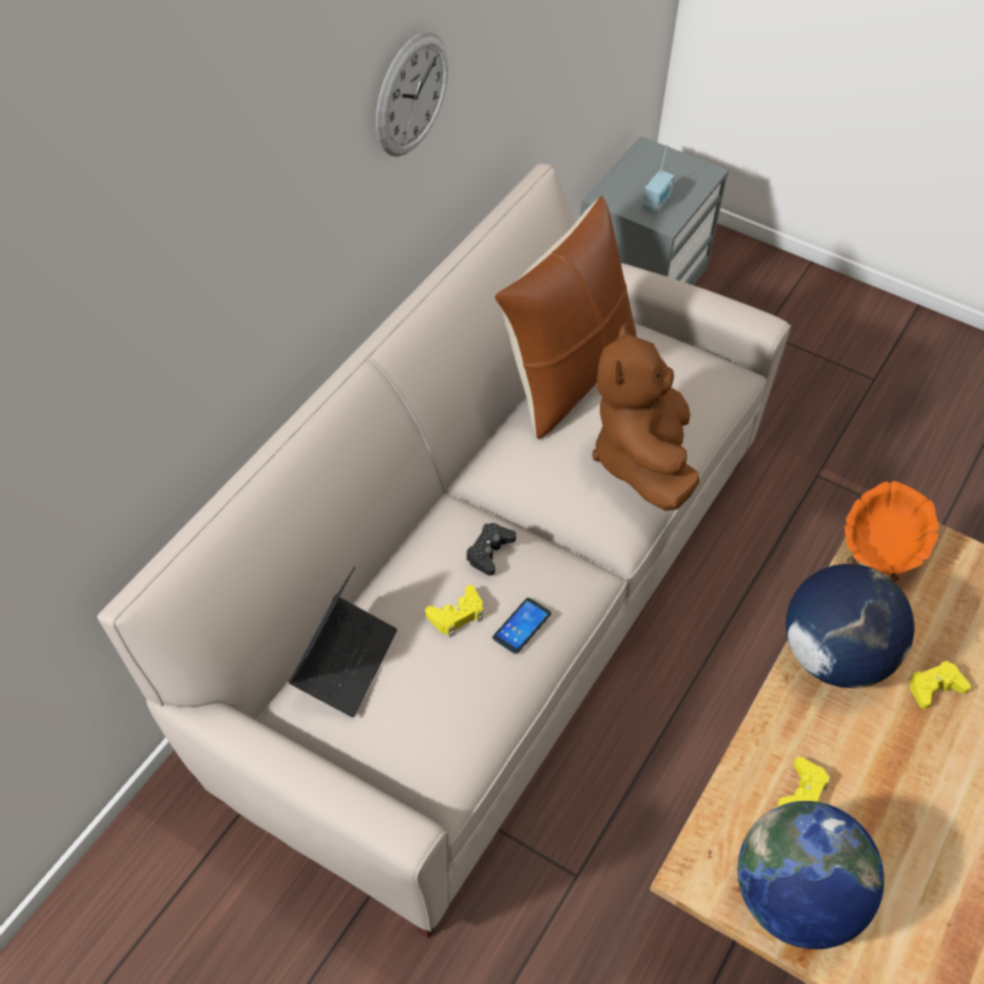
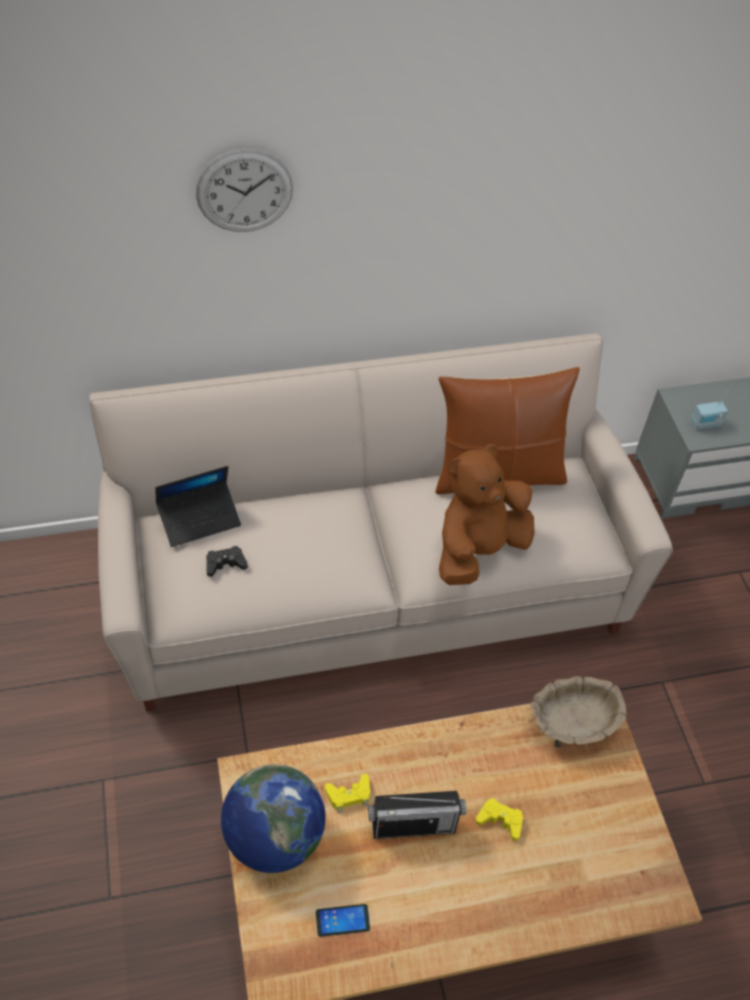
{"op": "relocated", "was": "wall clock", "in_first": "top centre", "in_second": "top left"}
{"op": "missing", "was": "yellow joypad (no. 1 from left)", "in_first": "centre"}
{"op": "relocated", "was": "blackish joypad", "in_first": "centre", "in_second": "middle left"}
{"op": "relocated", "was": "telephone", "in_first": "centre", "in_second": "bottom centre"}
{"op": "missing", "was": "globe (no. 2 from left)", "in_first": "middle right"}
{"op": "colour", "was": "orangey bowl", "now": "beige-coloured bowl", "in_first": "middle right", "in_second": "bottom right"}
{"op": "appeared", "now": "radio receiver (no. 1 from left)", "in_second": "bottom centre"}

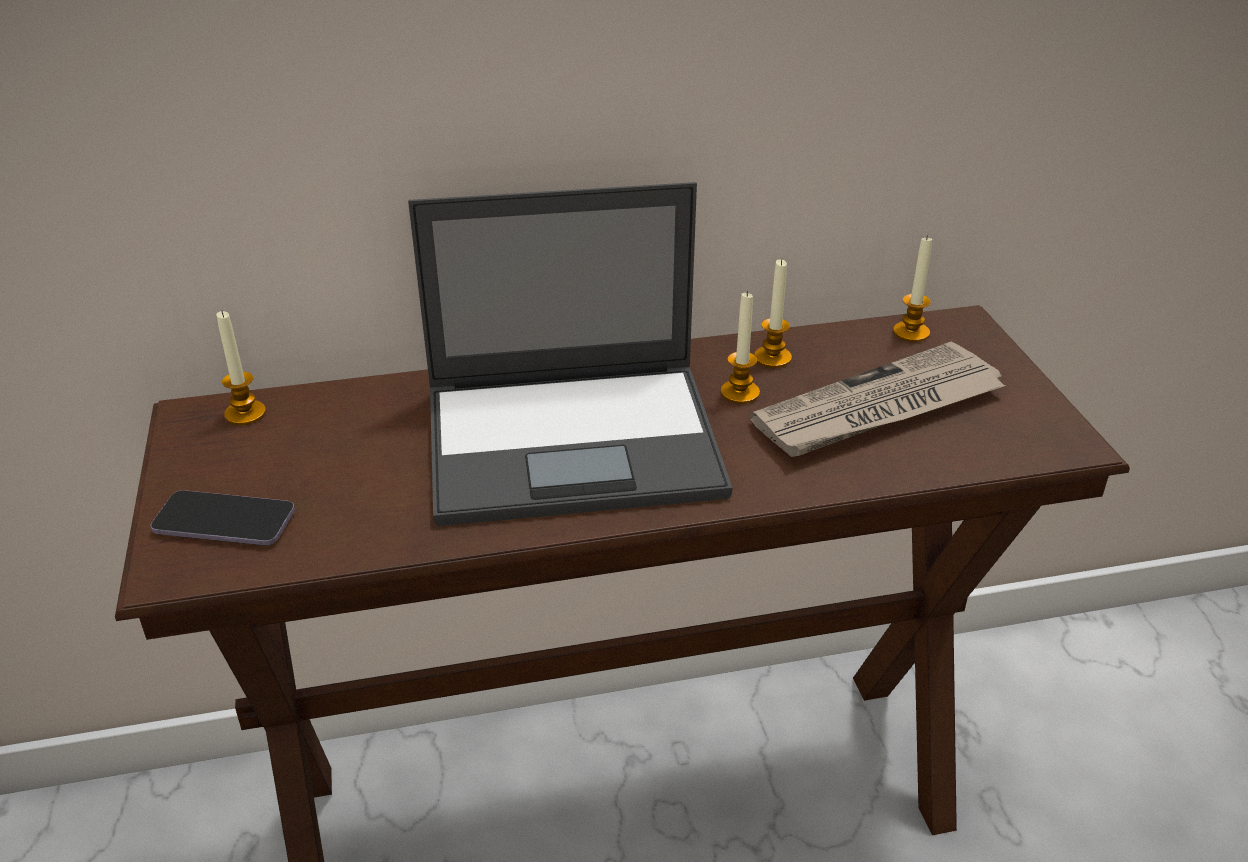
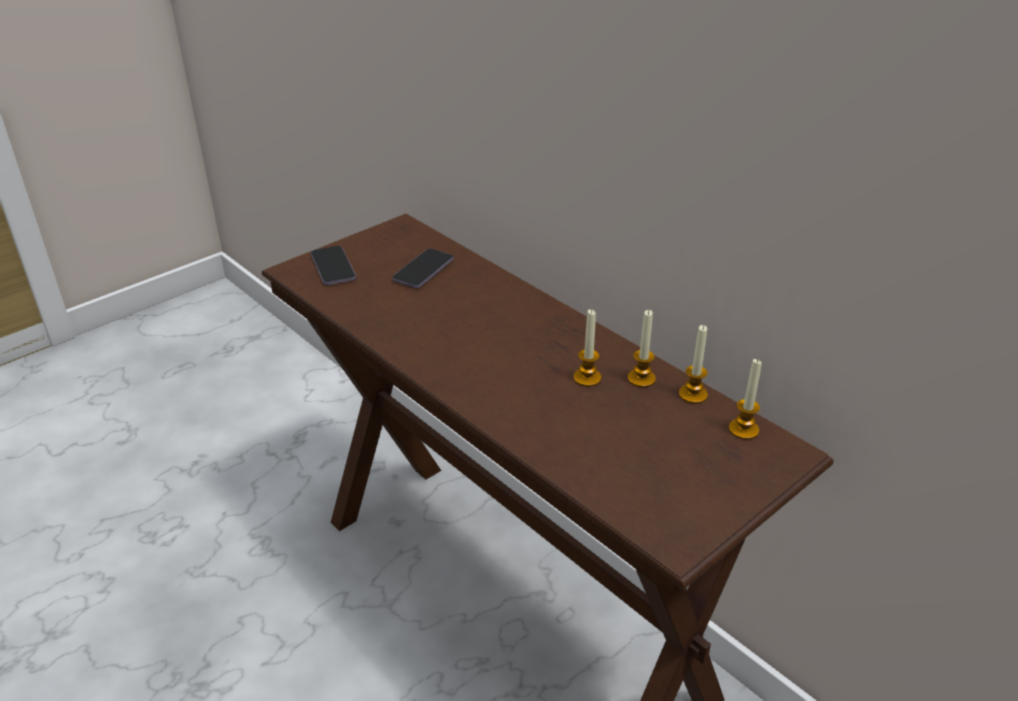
{"op": "relocated", "was": "wax light (no. 1 from left in the first image)", "now": "wax light (no. 3 from left)", "in_first": "middle left", "in_second": "middle right"}
{"op": "missing", "was": "notebook computer", "in_first": "centre"}
{"op": "missing", "was": "printed paper", "in_first": "middle right"}
{"op": "appeared", "now": "telephone (no. 2 from left)", "in_second": "centre"}

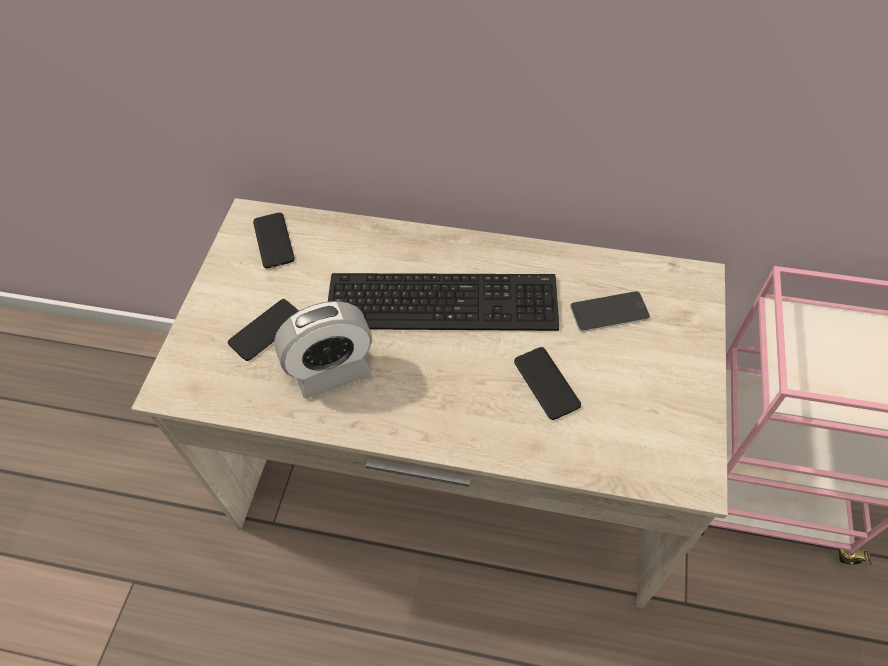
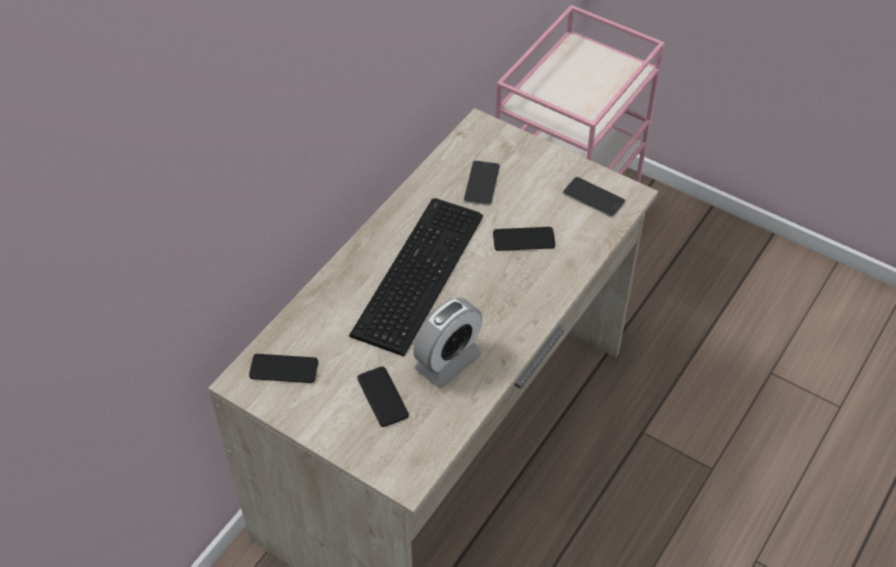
{"op": "spun", "was": "bedside clock", "in_first": "centre", "in_second": "centre", "clockwise": 45}
{"op": "appeared", "now": "telephone (no. 5 from left)", "in_second": "centre"}

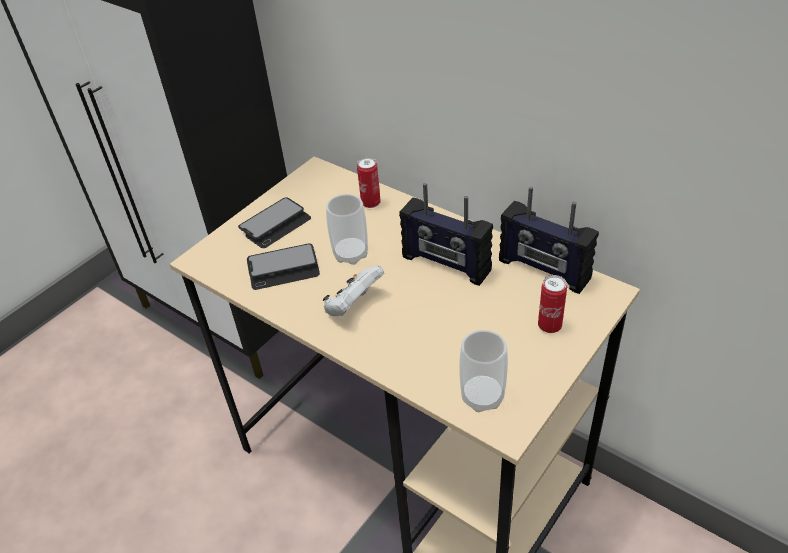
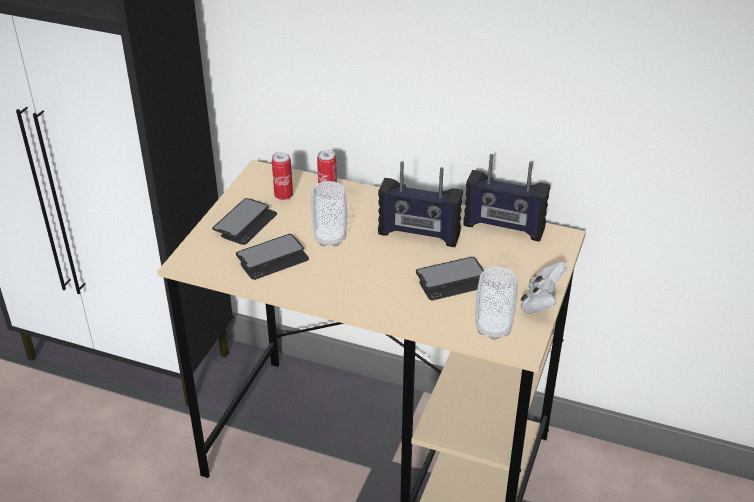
{"op": "relocated", "was": "white joypad", "in_first": "centre", "in_second": "middle right"}
{"op": "relocated", "was": "sealed can (no. 2 from left in the first image)", "now": "sealed can (no. 1 from left)", "in_first": "middle right", "in_second": "centre"}
{"op": "appeared", "now": "telephone (no. 3 from left)", "in_second": "centre"}

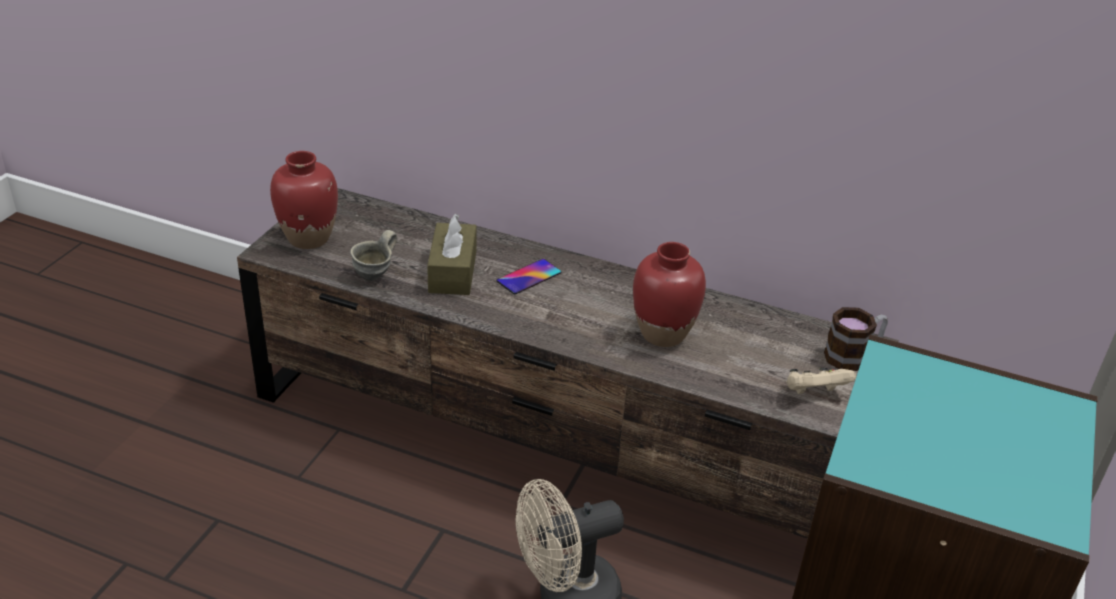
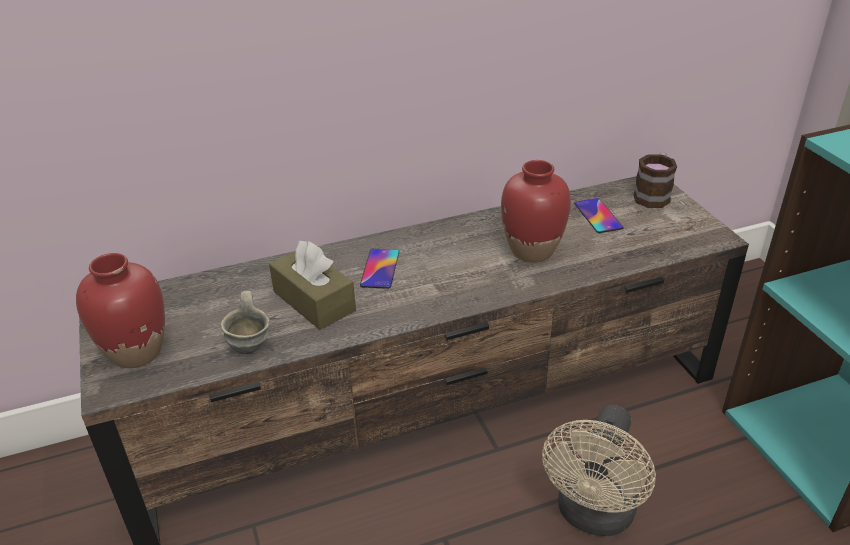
{"op": "missing", "was": "beige-coloured joypad", "in_first": "middle right"}
{"op": "appeared", "now": "telephone (no. 2 from left)", "in_second": "middle right"}

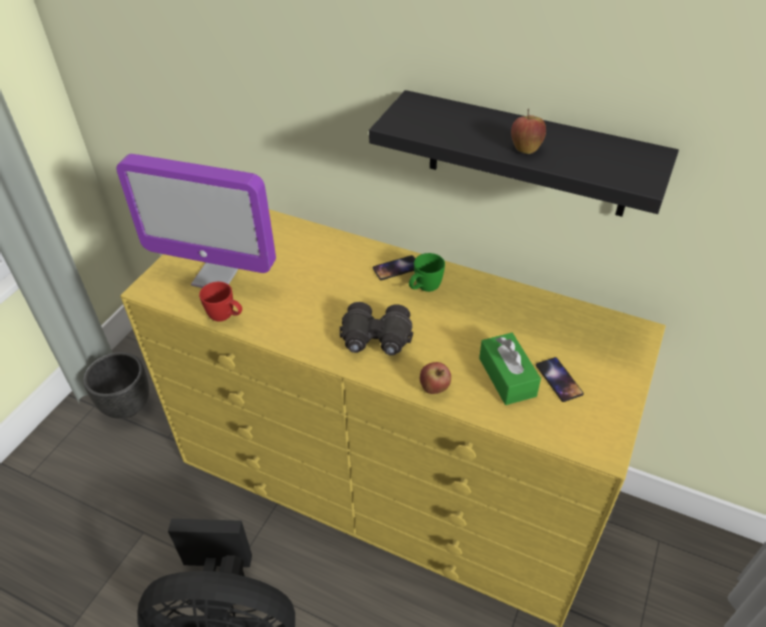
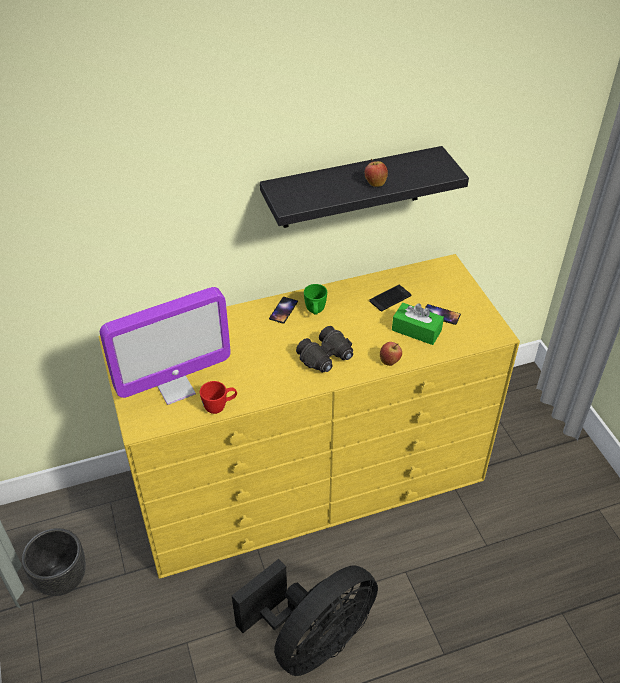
{"op": "appeared", "now": "telephone (no. 2 from left)", "in_second": "centre"}

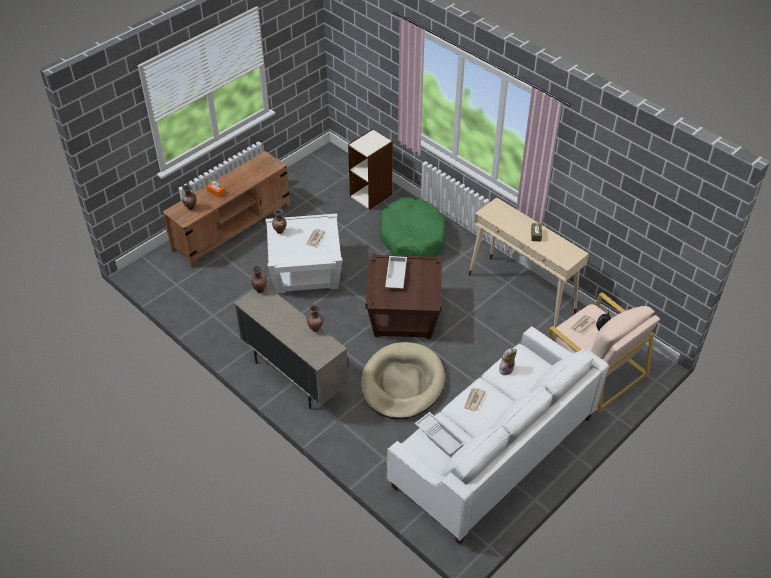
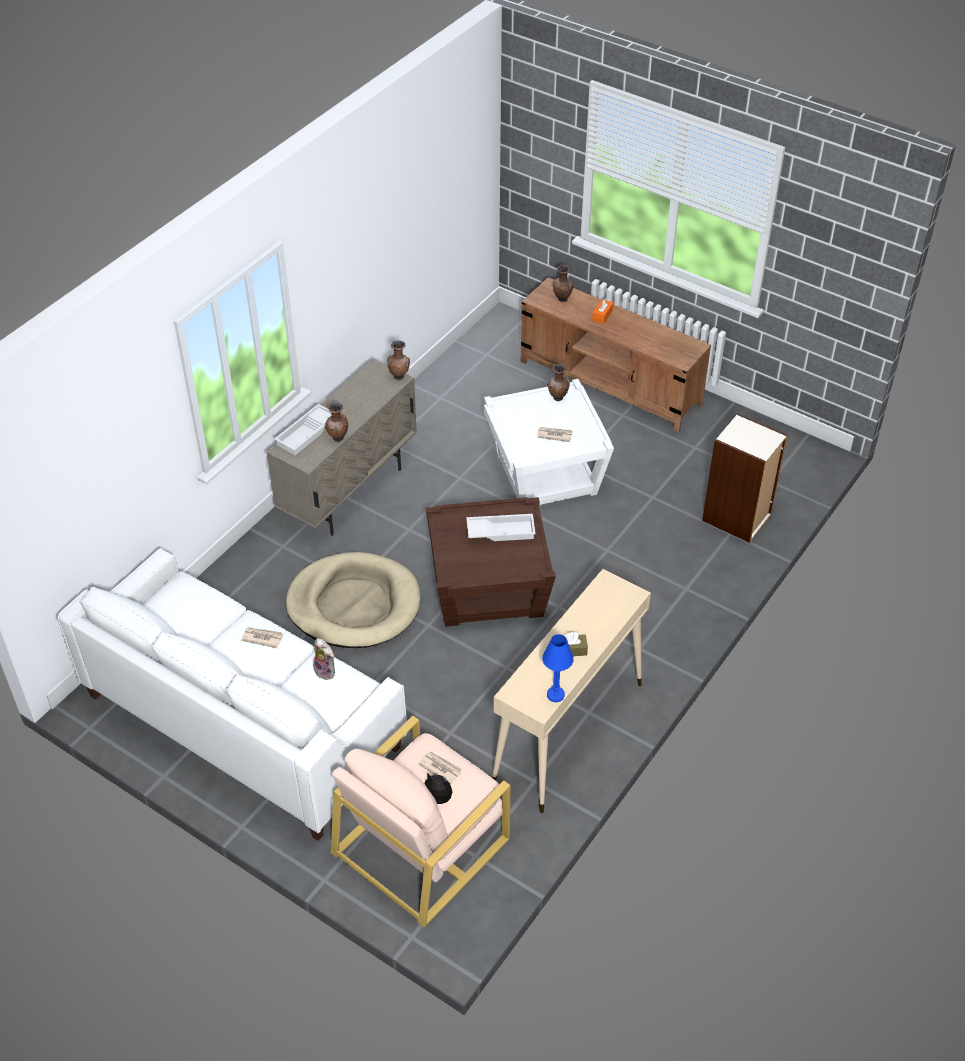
{"op": "missing", "was": "green pet bed", "in_first": "centre"}
{"op": "relocated", "was": "white serving tray (no. 2 from left in the first image)", "now": "white serving tray (no. 1 from left)", "in_first": "bottom centre", "in_second": "middle left"}
{"op": "appeared", "now": "blue-coloured table lamp", "in_second": "centre"}

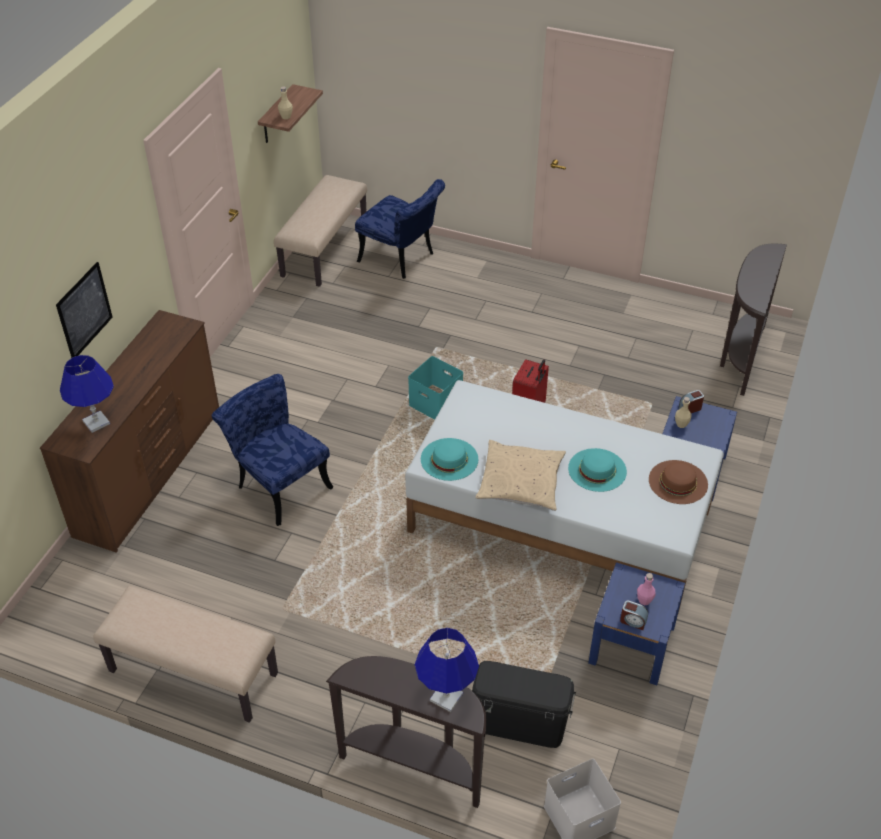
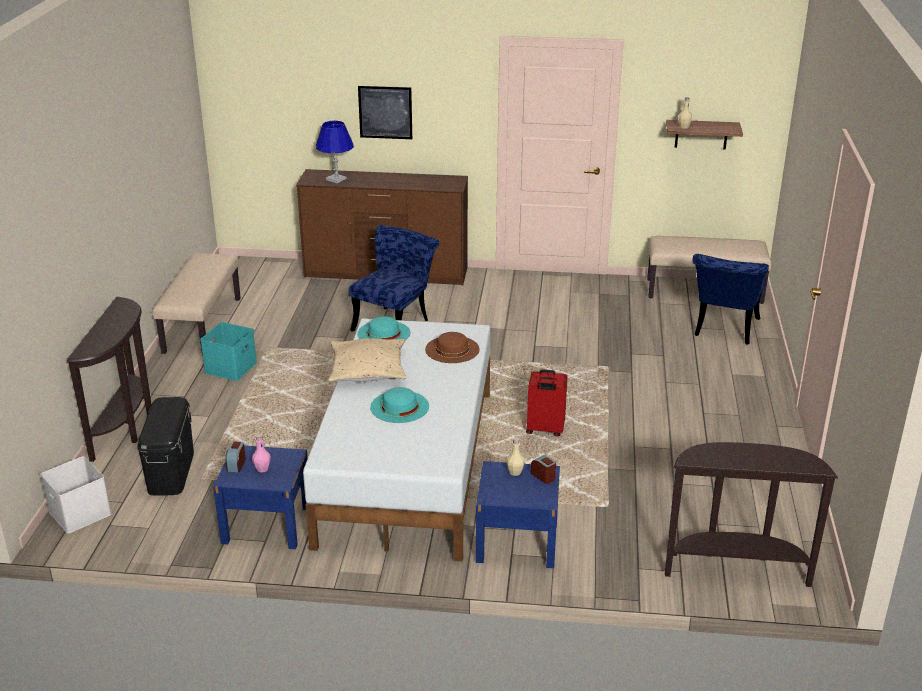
{"op": "relocated", "was": "blue-green storage box", "in_first": "centre", "in_second": "middle left"}
{"op": "missing", "was": "blue-coloured table lamp (no. 2 from left)", "in_first": "bottom centre"}
{"op": "relocated", "was": "brown wearable hat", "in_first": "middle right", "in_second": "centre"}

